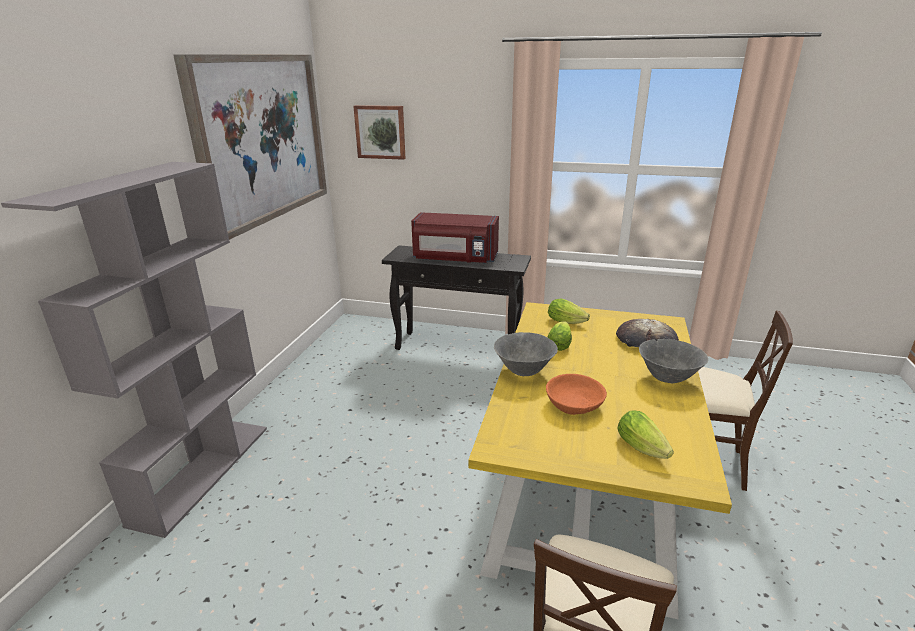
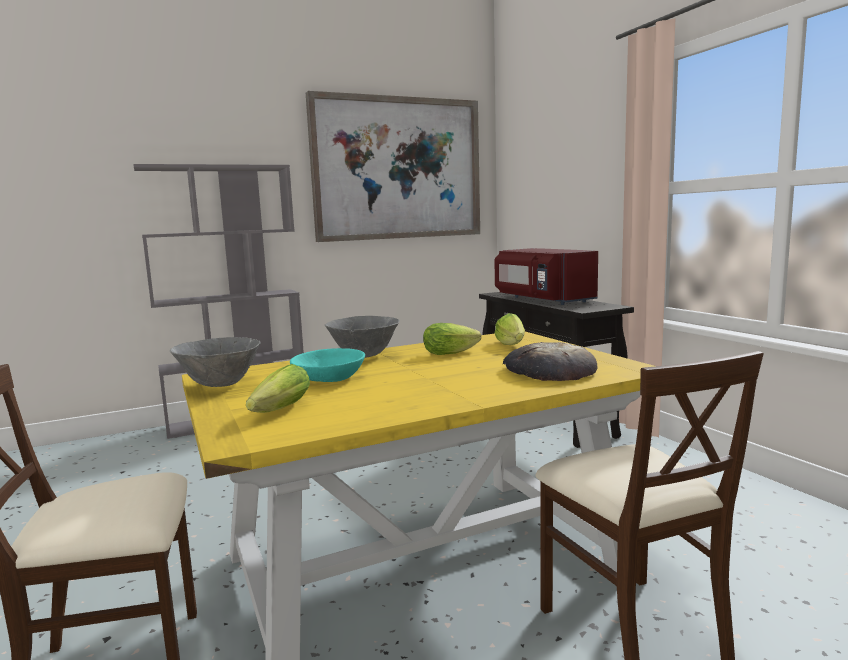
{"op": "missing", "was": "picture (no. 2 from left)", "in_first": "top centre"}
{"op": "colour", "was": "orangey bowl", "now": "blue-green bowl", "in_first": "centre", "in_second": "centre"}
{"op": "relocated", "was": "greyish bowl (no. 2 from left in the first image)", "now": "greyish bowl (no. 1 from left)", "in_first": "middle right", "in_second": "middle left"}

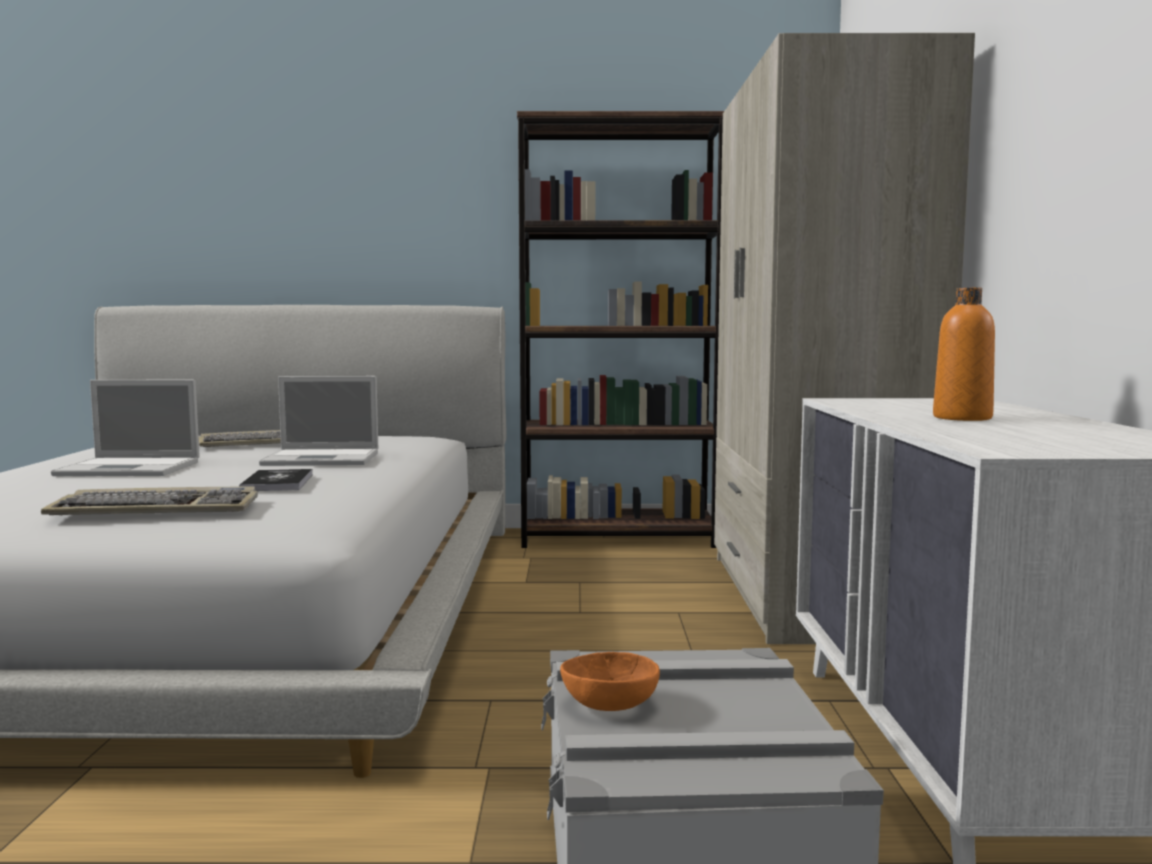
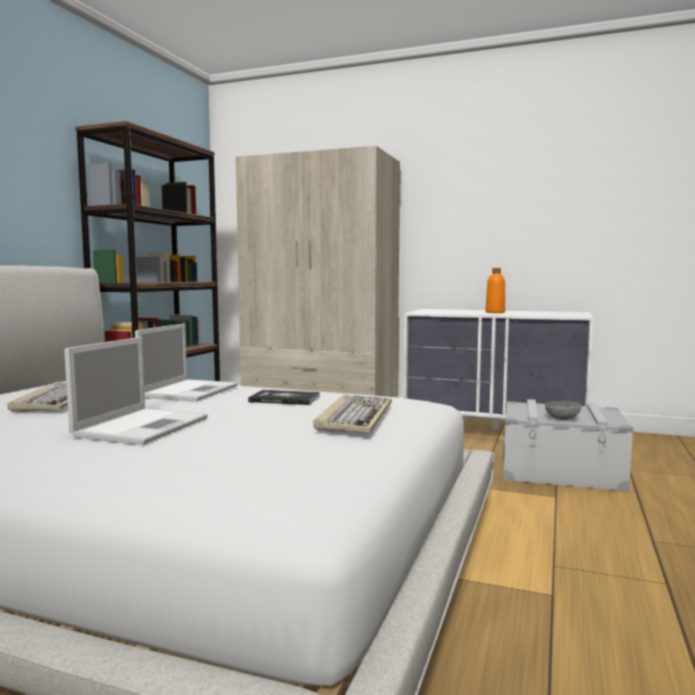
{"op": "colour", "was": "orangey bowl", "now": "greyish bowl", "in_first": "bottom centre", "in_second": "middle right"}

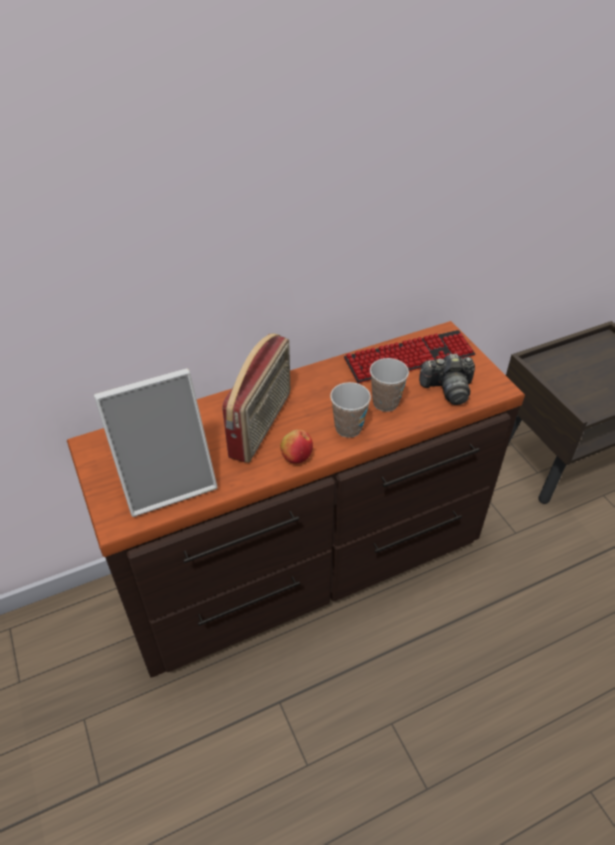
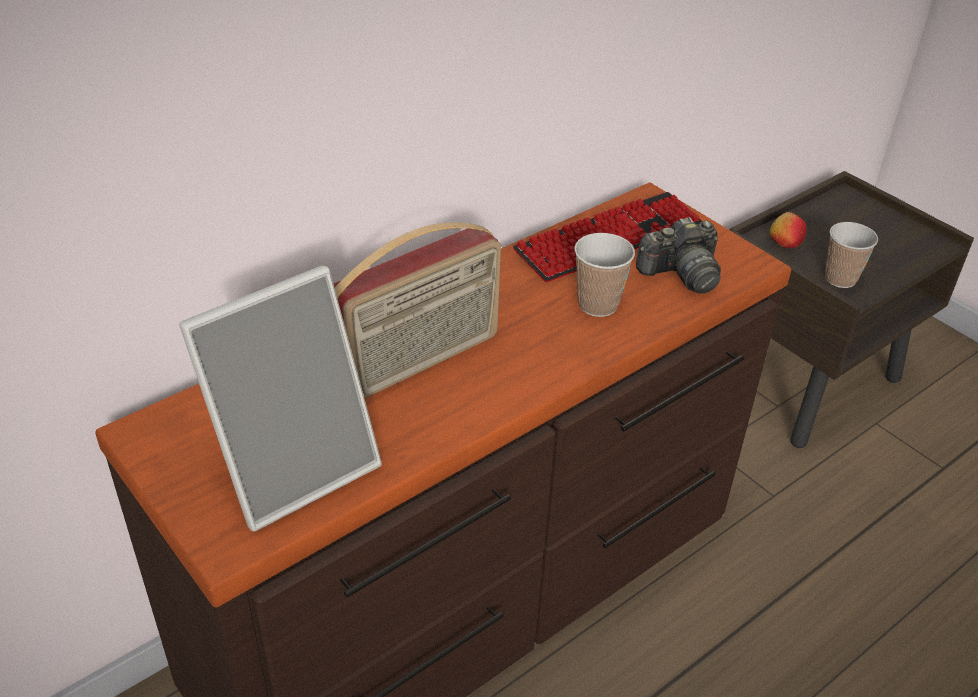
{"op": "spun", "was": "radio receiver", "in_first": "centre", "in_second": "centre", "clockwise": 45}
{"op": "relocated", "was": "whole apple", "in_first": "centre", "in_second": "top right"}
{"op": "relocated", "was": "cup (no. 1 from left in the first image)", "now": "cup (no. 2 from left)", "in_first": "centre", "in_second": "middle right"}

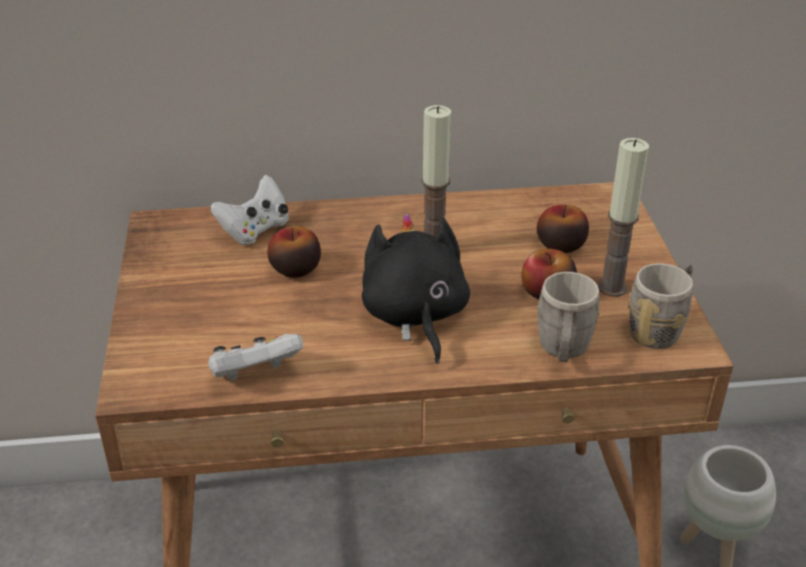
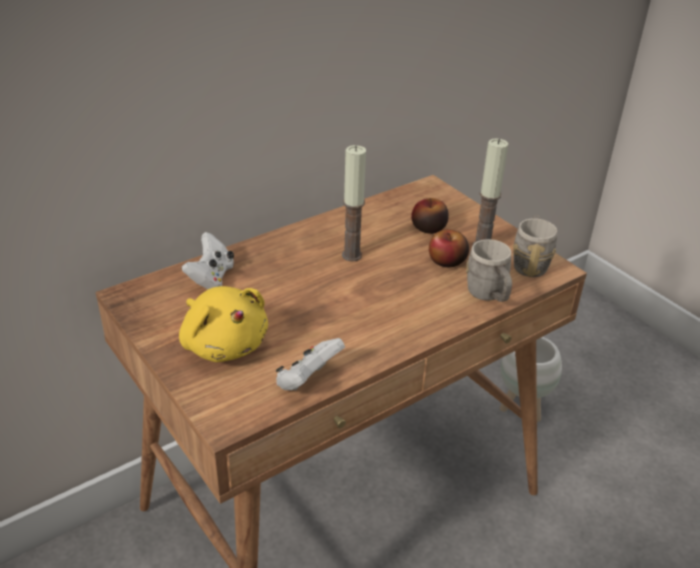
{"op": "missing", "was": "whole apple (no. 1 from left)", "in_first": "centre"}
{"op": "missing", "was": "blackish cuddly toy", "in_first": "centre"}
{"op": "appeared", "now": "yellow cuddly toy", "in_second": "middle left"}

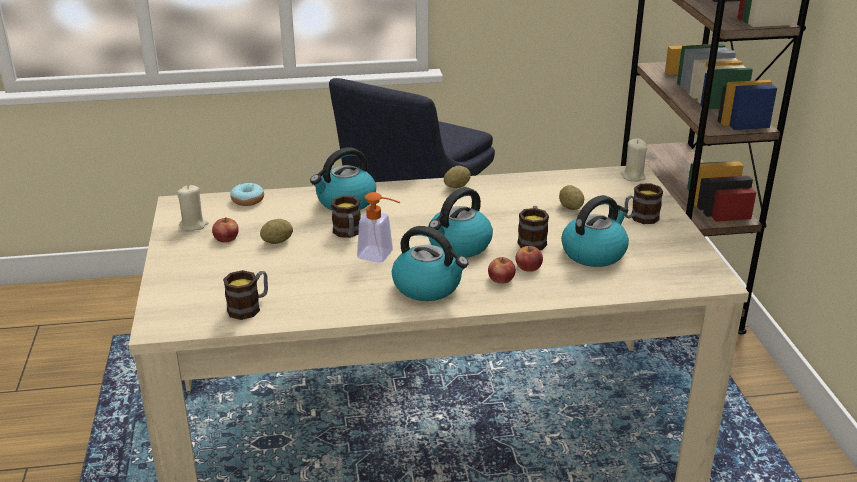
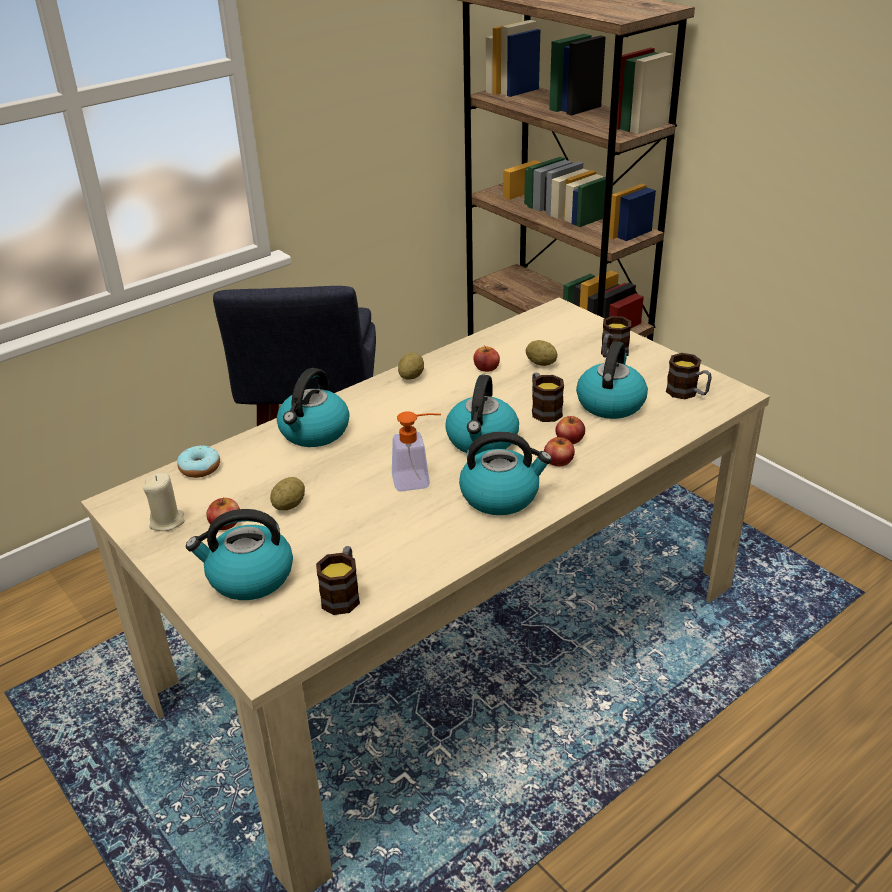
{"op": "relocated", "was": "tea mug (no. 2 from left in the first image)", "now": "tea mug (no. 4 from left)", "in_first": "centre", "in_second": "middle right"}
{"op": "missing", "was": "beige-coloured wax light (no. 2 from left)", "in_first": "top right"}
{"op": "appeared", "now": "tea kettle (no. 1 from left)", "in_second": "middle left"}
{"op": "appeared", "now": "whole apple (no. 2 from left)", "in_second": "centre"}

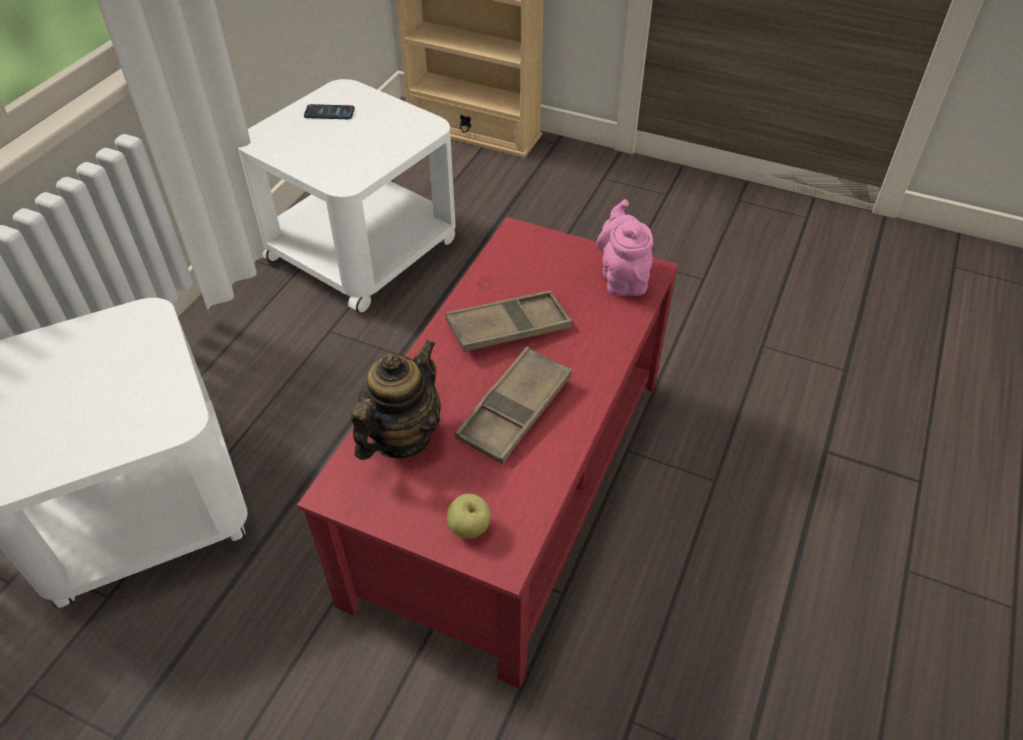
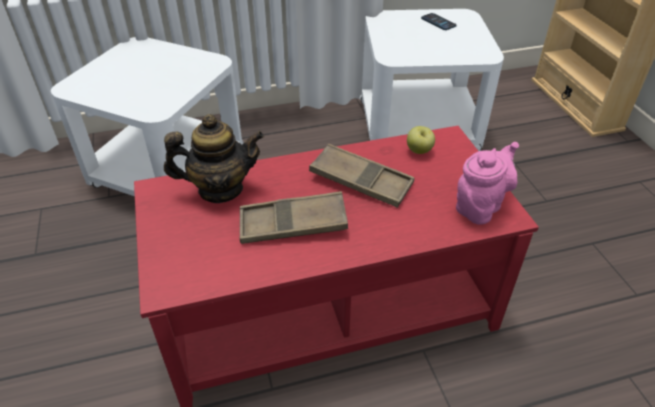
{"op": "relocated", "was": "whole apple", "in_first": "bottom centre", "in_second": "centre"}

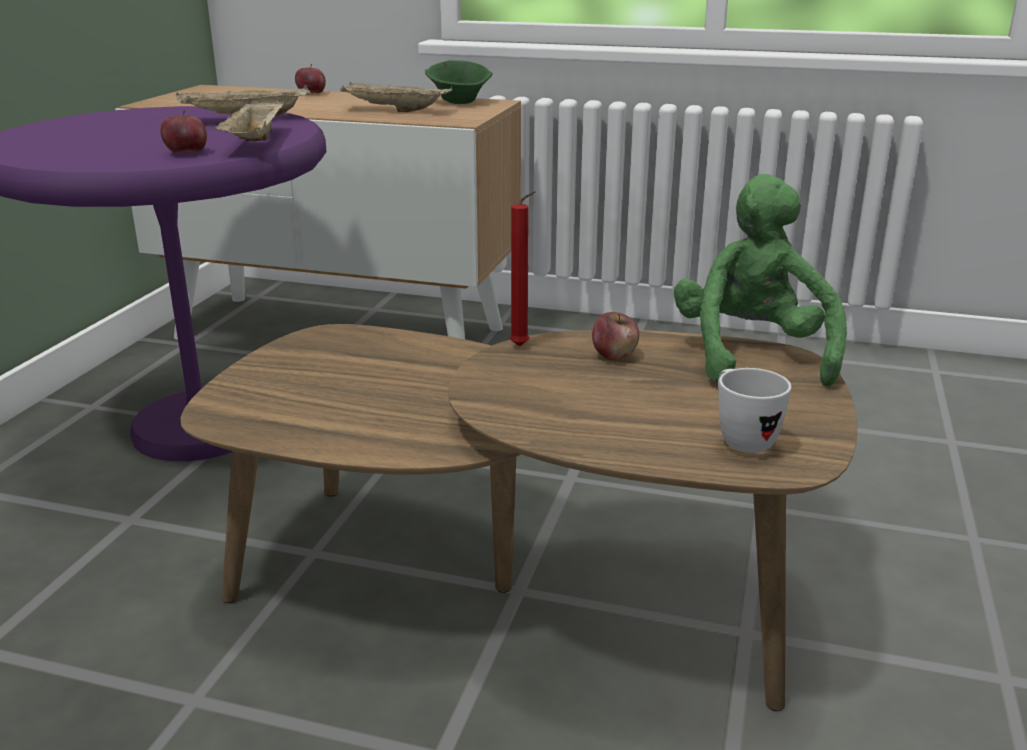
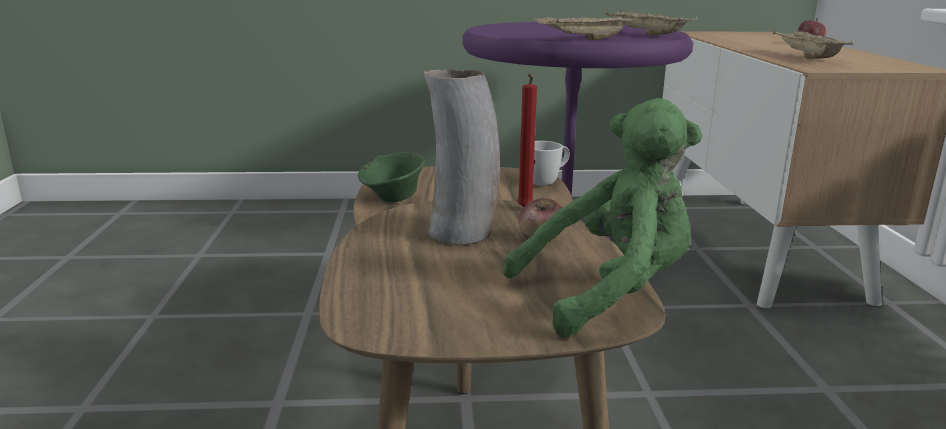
{"op": "missing", "was": "whole apple (no. 1 from left)", "in_first": "top left"}
{"op": "relocated", "was": "green bowl", "in_first": "top centre", "in_second": "centre"}
{"op": "relocated", "was": "white tea mug", "in_first": "middle right", "in_second": "centre"}
{"op": "appeared", "now": "decorative vase", "in_second": "centre"}

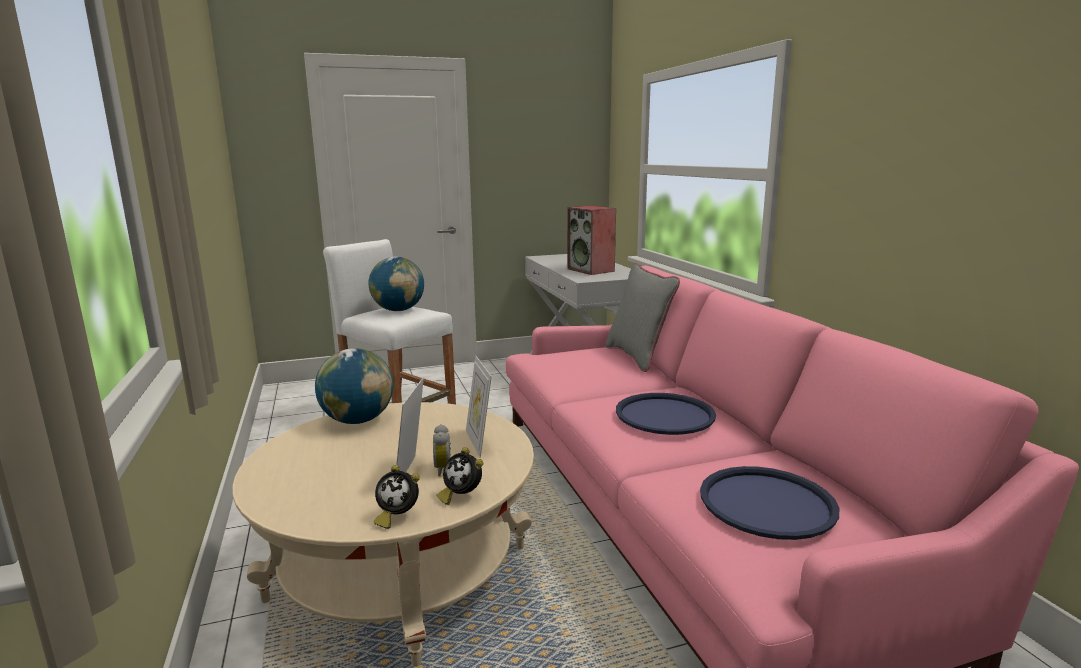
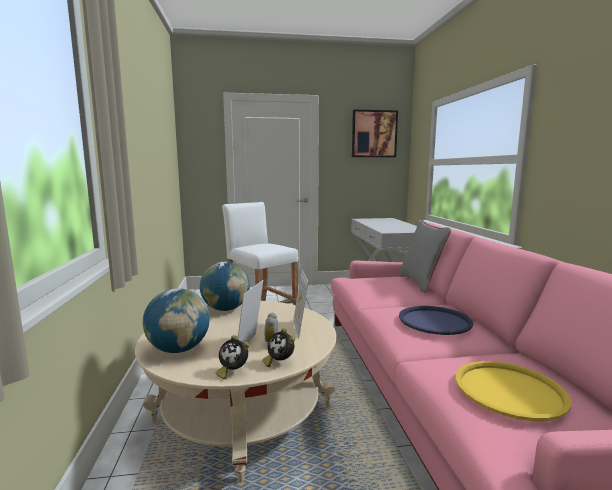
{"op": "relocated", "was": "globe (no. 2 from left in the first image)", "now": "globe (no. 1 from left)", "in_first": "centre", "in_second": "middle left"}
{"op": "missing", "was": "speaker", "in_first": "centre"}
{"op": "colour", "was": "blue-coloured serving tray (no. 2 from left)", "now": "yellow serving tray", "in_first": "bottom right", "in_second": "bottom right"}
{"op": "appeared", "now": "picture", "in_second": "top centre"}

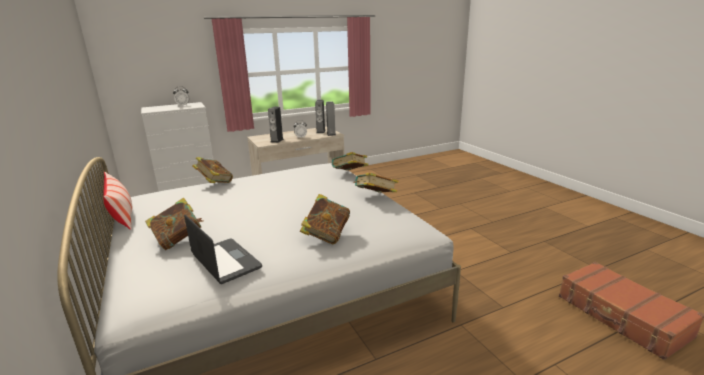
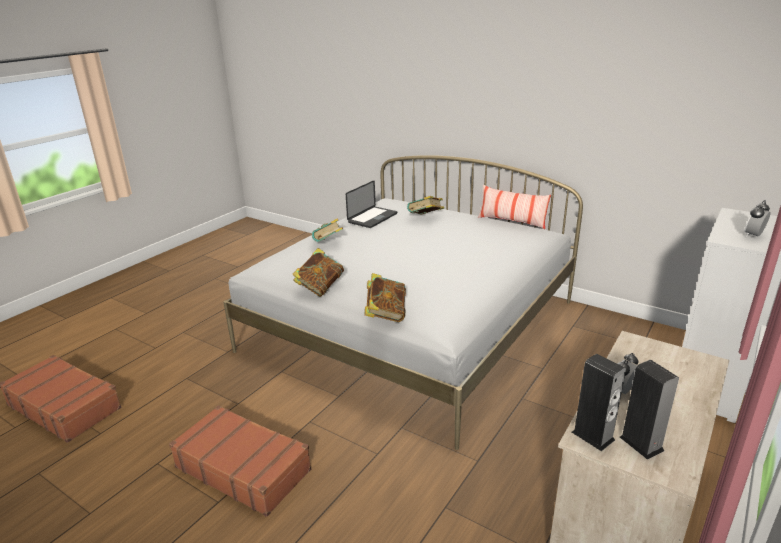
{"op": "spun", "was": "notebook computer", "in_first": "middle left", "in_second": "centre", "clockwise": -75}
{"op": "missing", "was": "volume (no. 2 from left)", "in_first": "middle left"}
{"op": "missing", "was": "speaker (no. 1 from left)", "in_first": "centre"}
{"op": "appeared", "now": "brown travel case (no. 2 from left)", "in_second": "bottom left"}

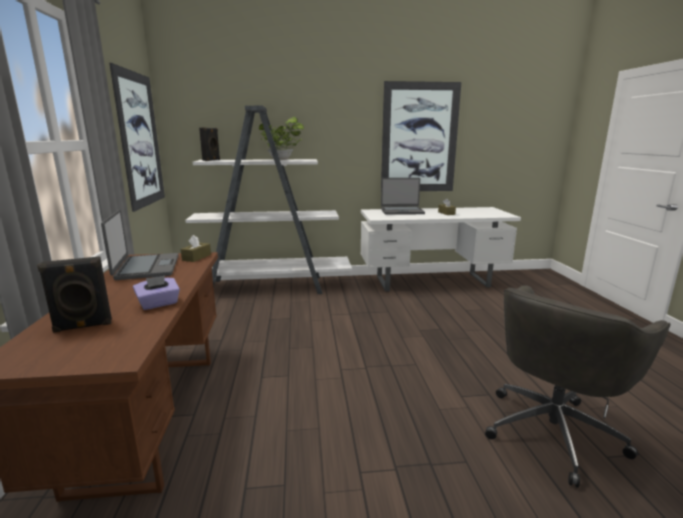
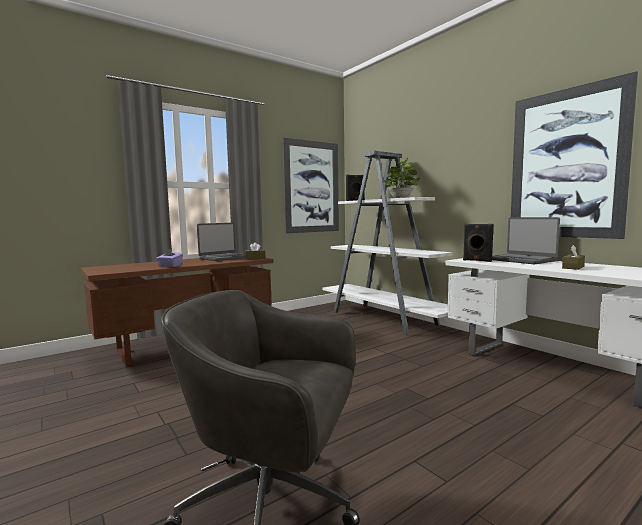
{"op": "relocated", "was": "blackish speaker (no. 1 from left in the first image)", "now": "blackish speaker (no. 2 from left)", "in_first": "middle left", "in_second": "middle right"}

